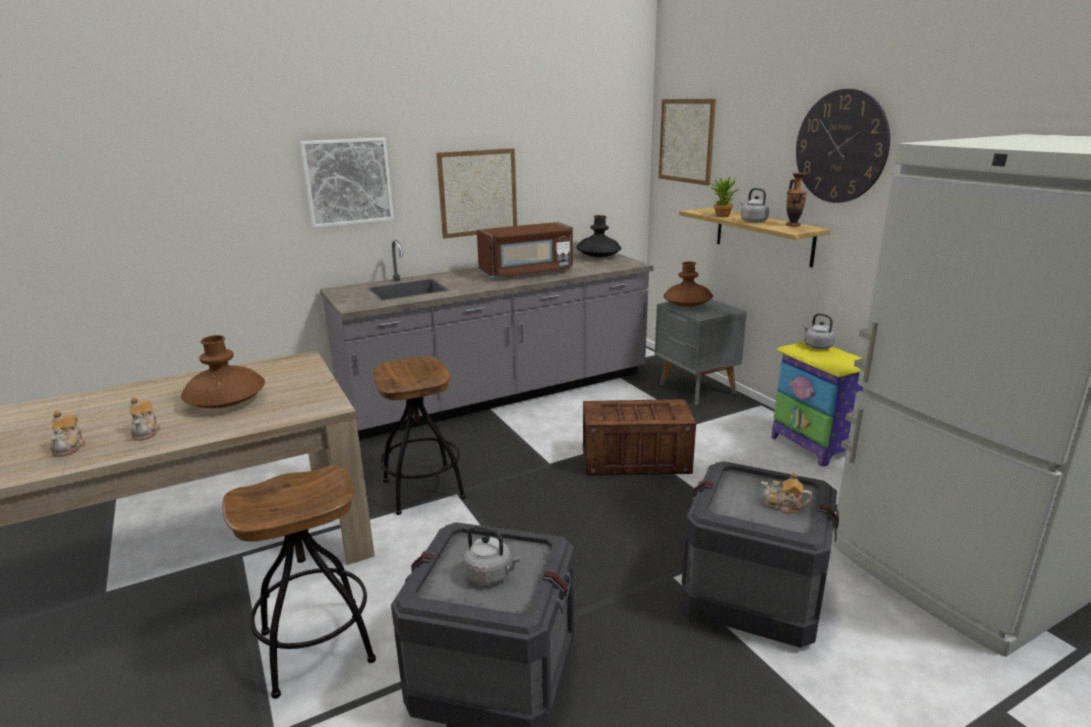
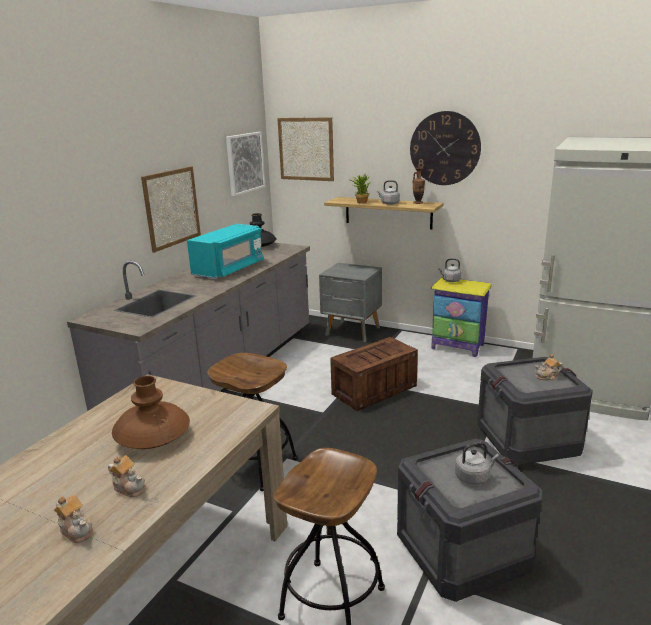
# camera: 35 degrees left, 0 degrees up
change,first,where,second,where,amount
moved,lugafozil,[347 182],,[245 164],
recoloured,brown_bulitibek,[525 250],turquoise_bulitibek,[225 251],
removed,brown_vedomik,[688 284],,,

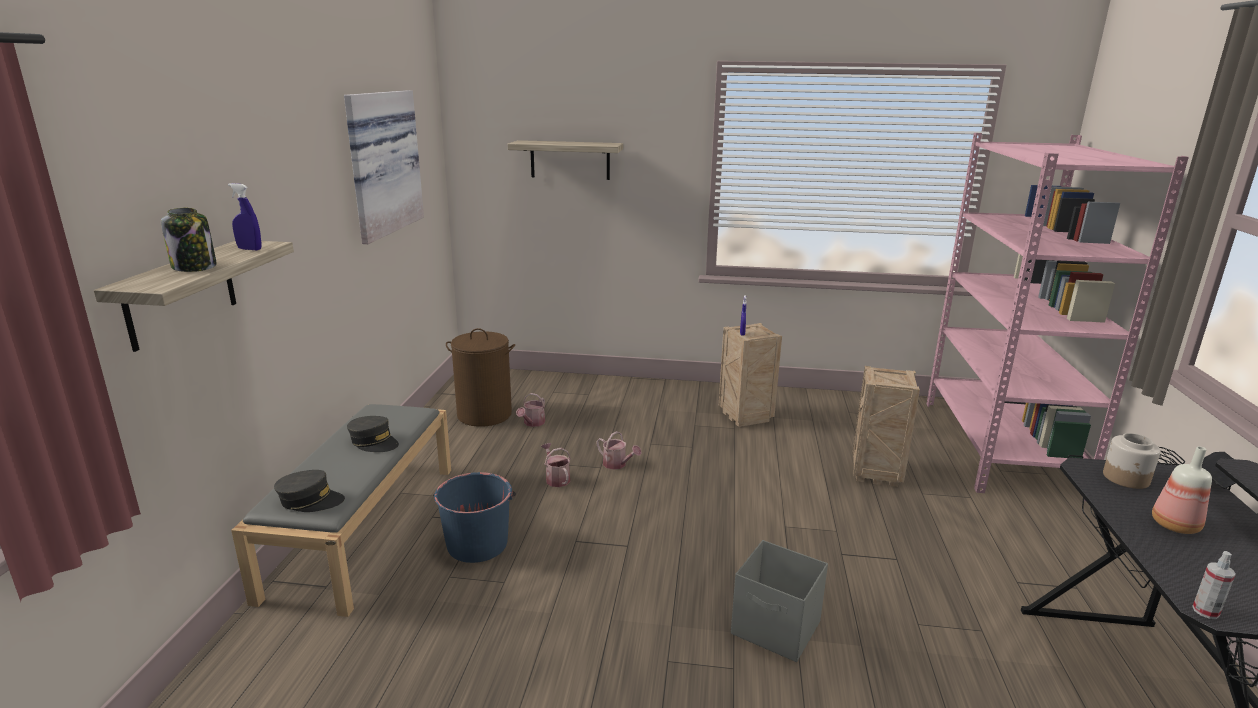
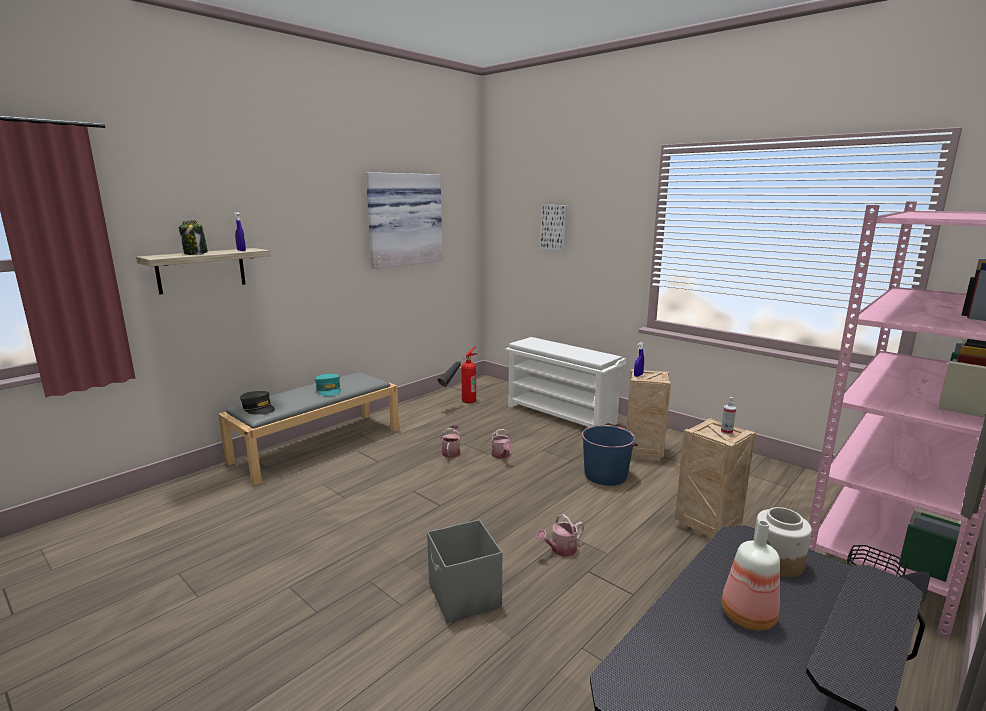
# camera: 35 degrees right, 5 degrees down
change,first,where,second,where,amount
replaced,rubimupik,[565 160],lugafozil,[554 228],
replaced,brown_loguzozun,[480 377],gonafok,[457 375],
moved,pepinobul,[530 410],,[560 535],
recoloured,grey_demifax,[373 434],turquoise_demifax,[328 385],
moved,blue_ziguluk,[474 517],,[609 455],
moved,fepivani,[1214 585],,[728 415],
added,,,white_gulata,[565 382],

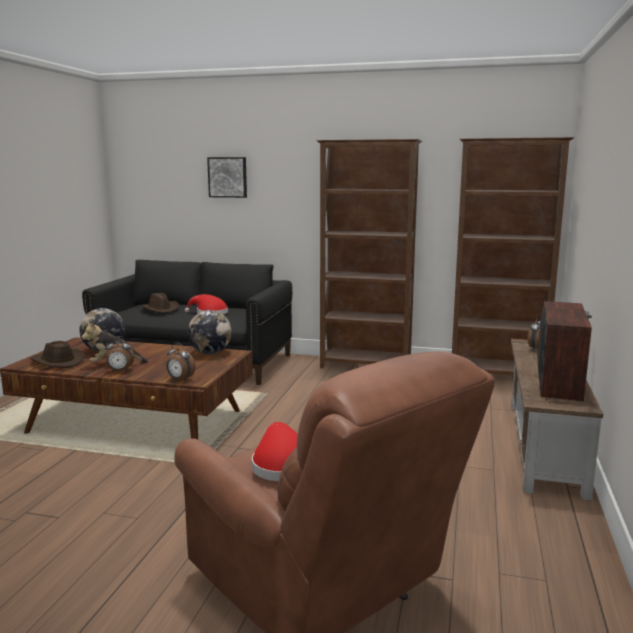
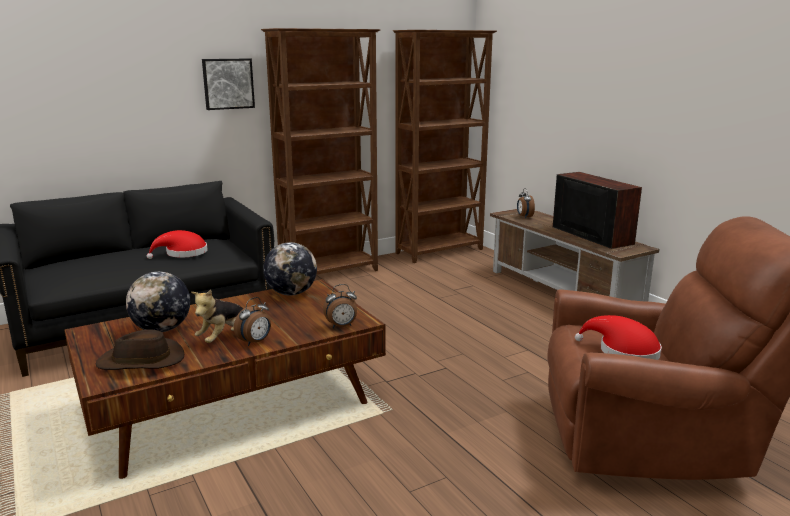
# camera: 45 degrees left, 5 degrees up
change,first,where,second,where,amount
moved,lugafozil,[227 177],,[228 84],
removed,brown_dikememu,[159 303],,,

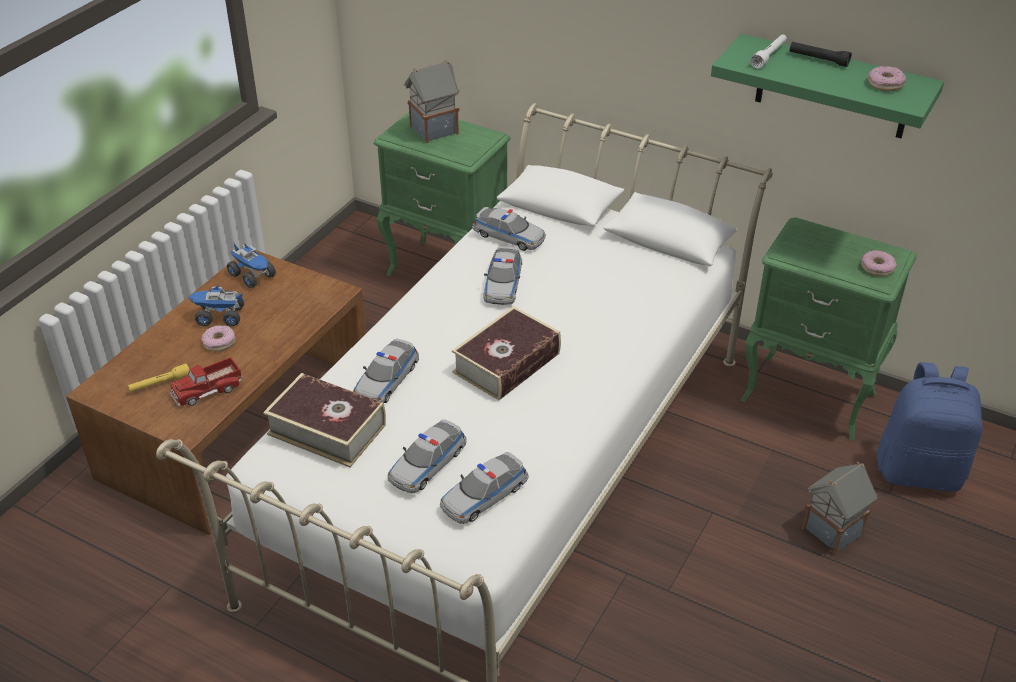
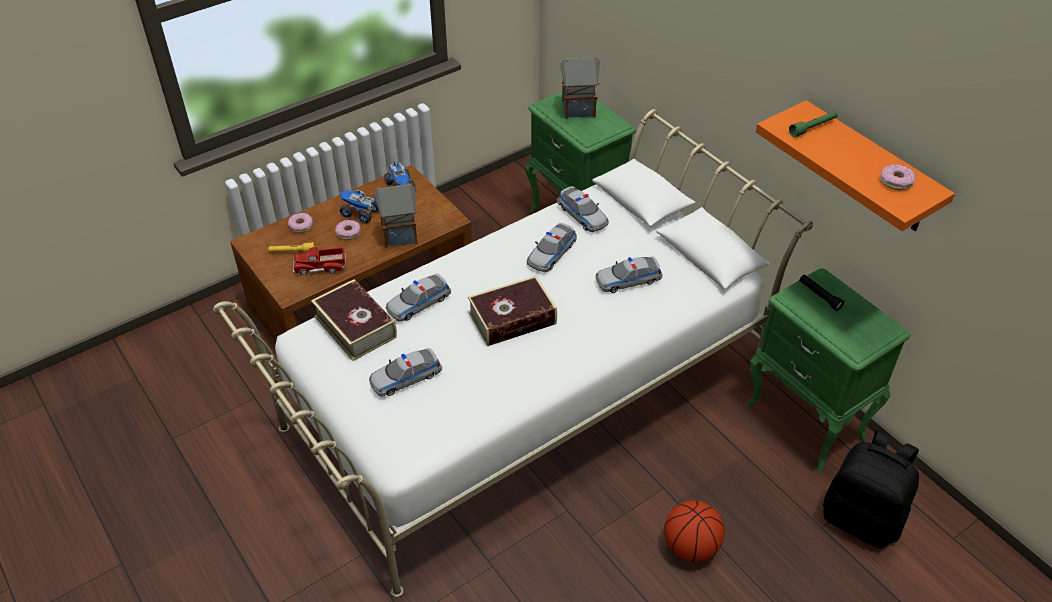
# camera: 25 degrees right, 5 degrees up
change,first,where,second,where,amount
recoloured,green_rubimupik,[827 86],orange_rubimupik,[855 165],
recoloured,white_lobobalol,[768 51],green_lobobalol,[813 124],
moved,black_lobobalol,[820 54],,[821 292],
moved,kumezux,[879 263],,[300 223],
recoloured,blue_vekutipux,[930 427],black_vekutipux,[871 489],
moved,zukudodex,[484 488],,[629 274],
moved,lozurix,[839 508],,[395 215],
added,,,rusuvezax,[694 531],

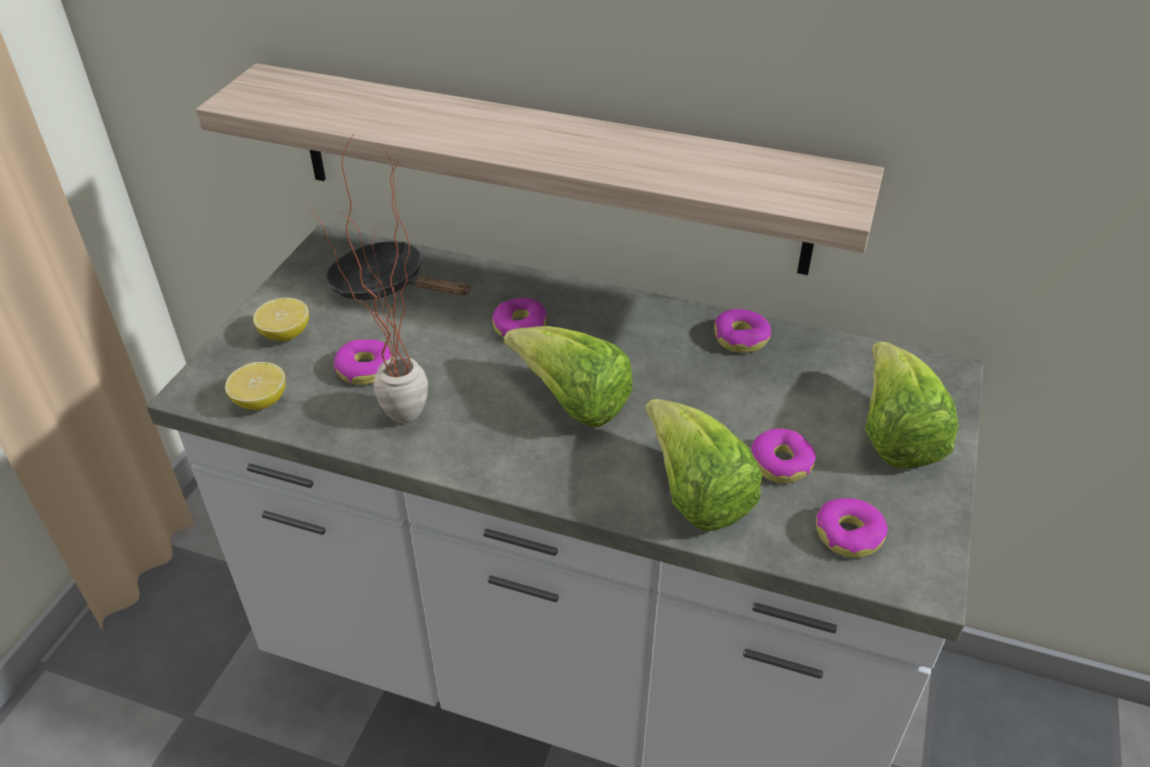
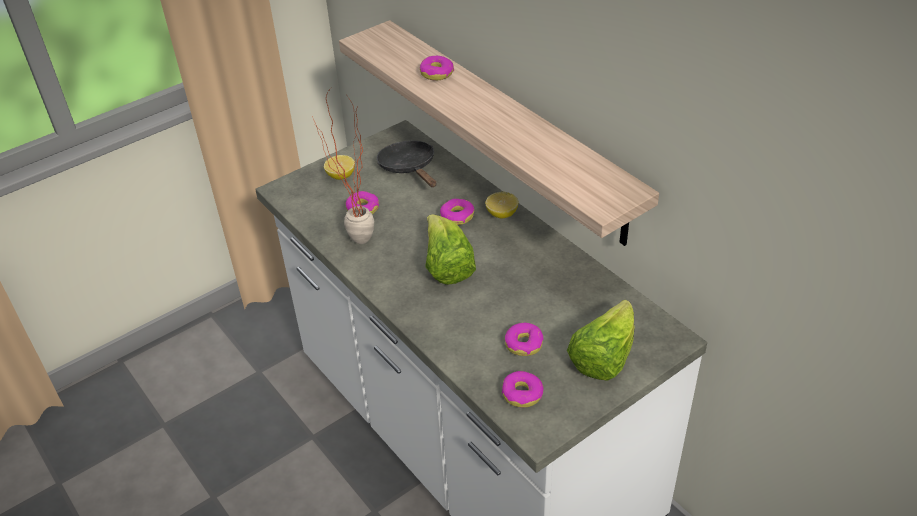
# camera: 35 degrees right, 0 degrees up
change,first,where,second,where,amount
moved,kumezux,[742 331],,[437 68],
moved,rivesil,[255 386],,[501 205],
removed,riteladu,[703 465],,,

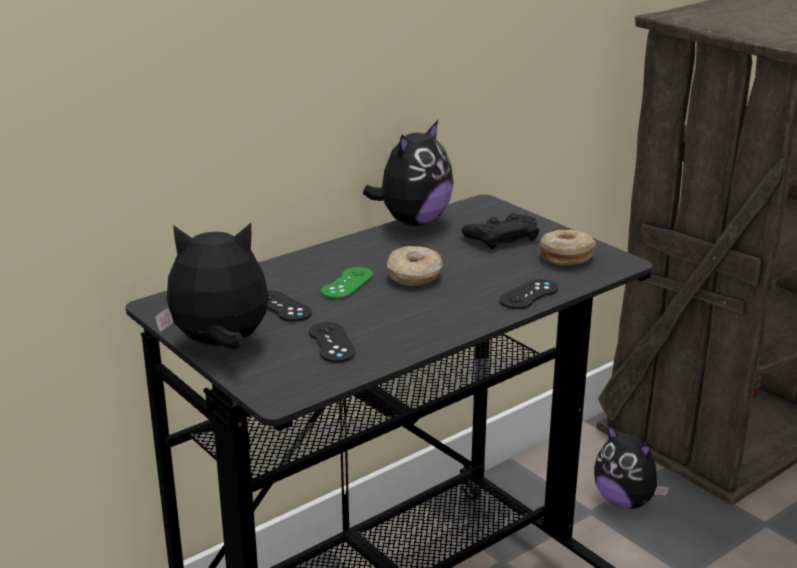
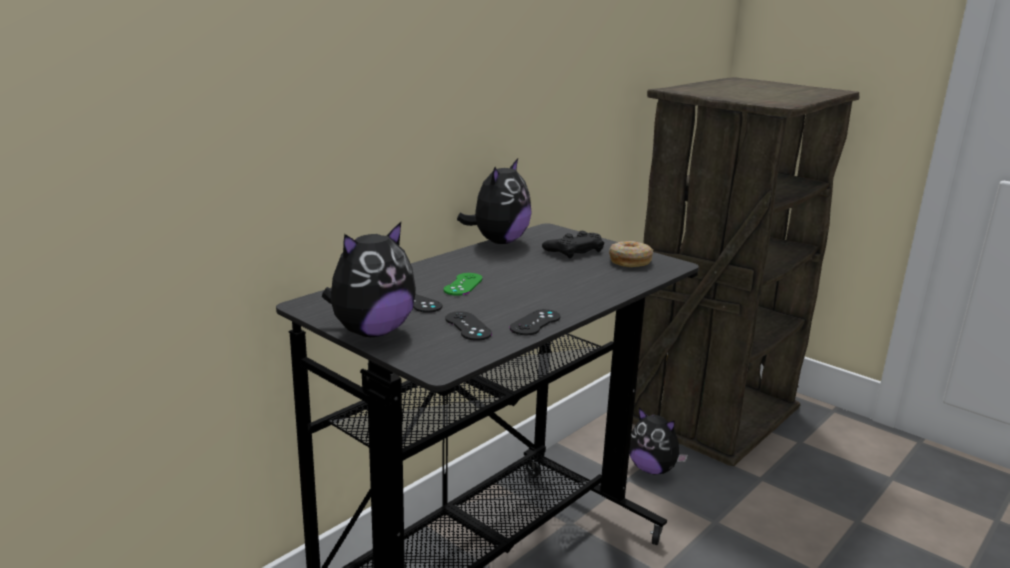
# camera: 10 degrees left, 5 degrees down
change,first,where,second,where,amount
turned,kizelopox,[212 286],,[369 279],150 degrees clockwise
removed,kumezux,[415 266],,,
moved,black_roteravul,[528 294],,[534 322],

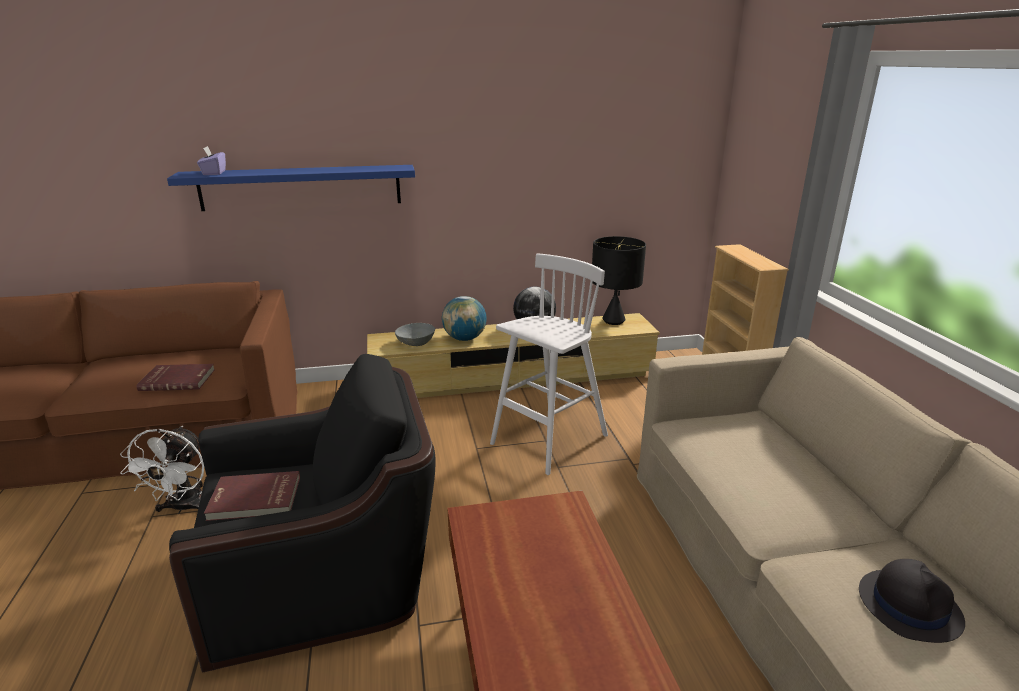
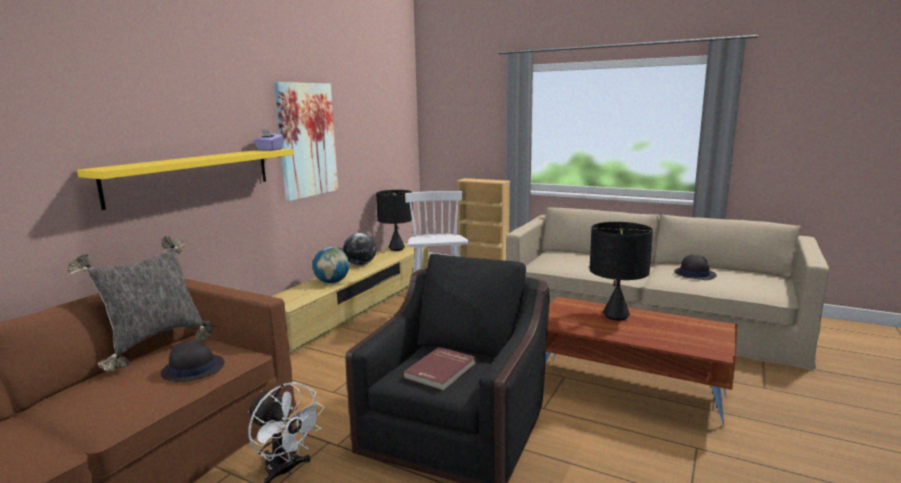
# camera: 50 degrees left, 10 degrees down
change,first,where,second,where,amount
moved,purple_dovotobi,[211 160],,[268 140],
recoloured,blue_rubimupik,[291 188],yellow_rubimupik,[185 179],
removed,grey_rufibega,[415 334],,,
replaced,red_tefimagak,[176 377],black_dikememu,[192 361],
added,,,lugafozil,[306 141],
added,,,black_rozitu,[621 271],
added,,,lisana,[141 304],

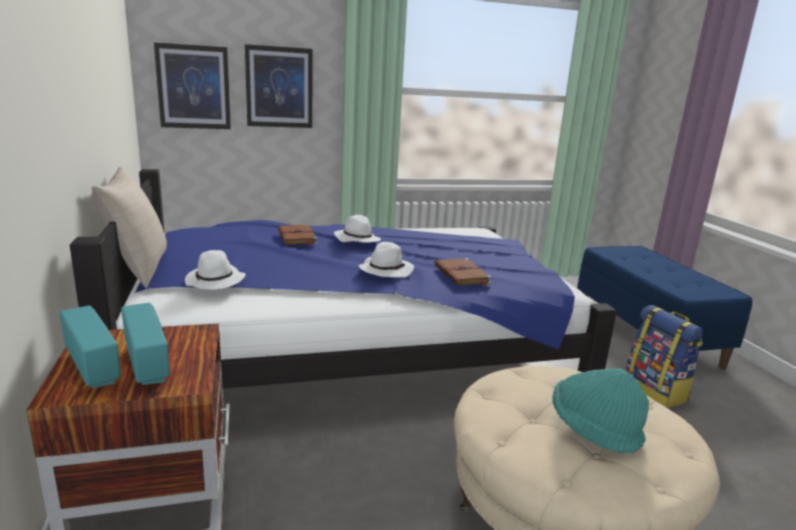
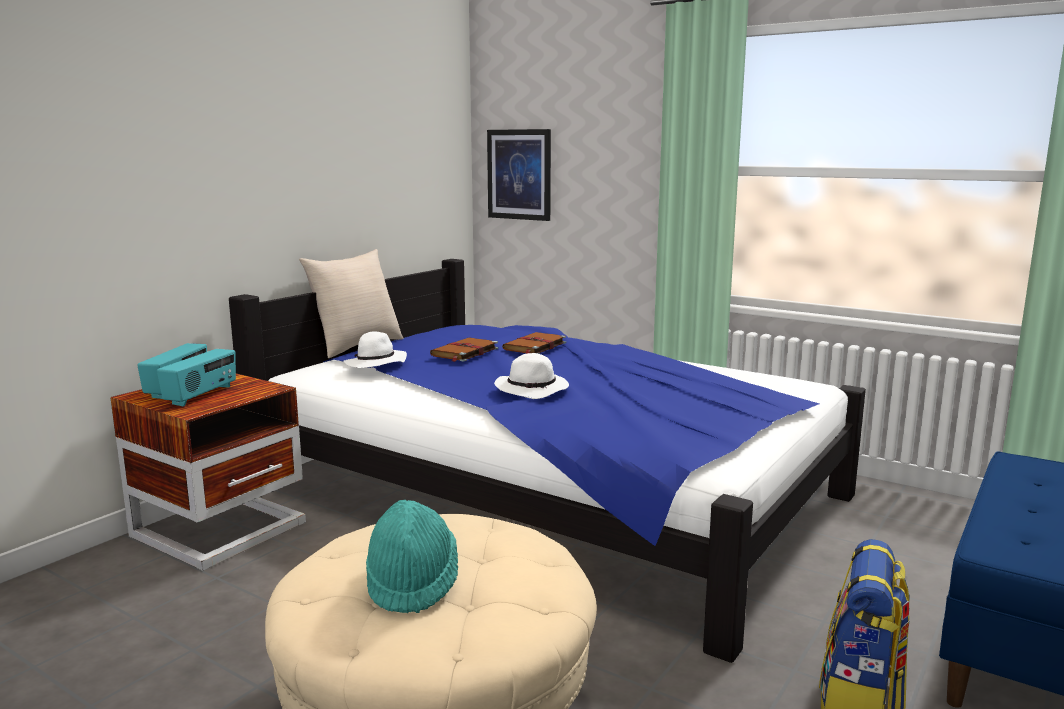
# camera: 50 degrees right, 5 degrees down
change,first,where,second,where,amount
removed,lugafozil,[279 86],,,
removed,white_dikememu,[357 229],,,
moved,brown_tefimagak,[463 272],,[464 349],

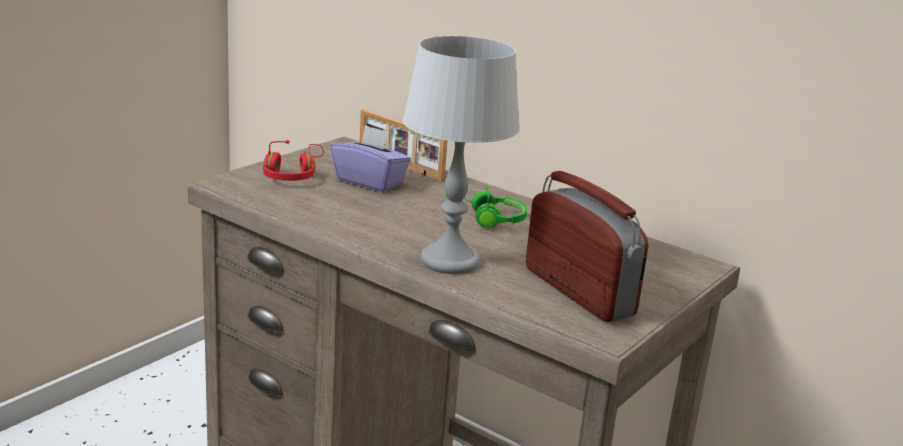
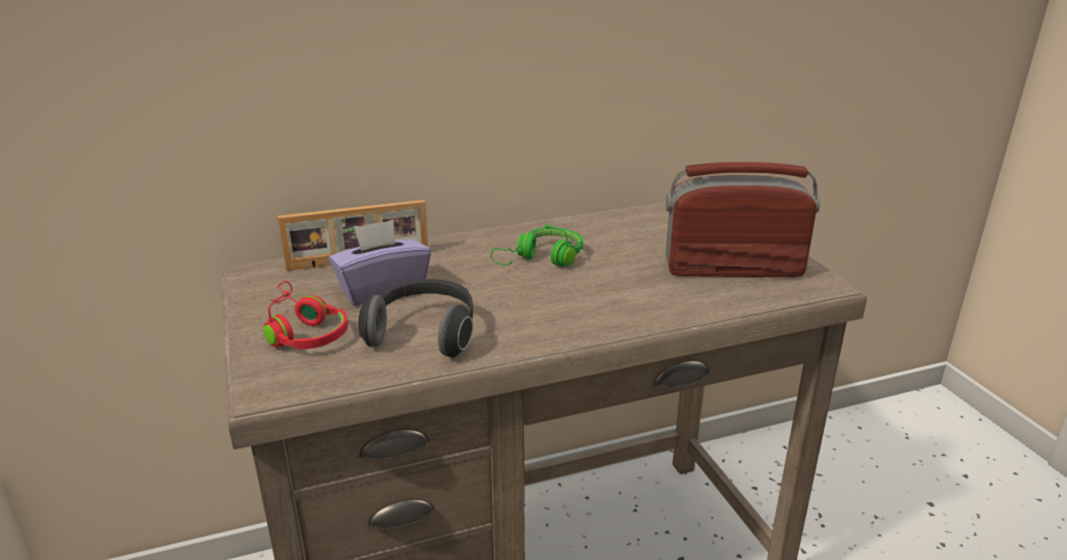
# camera: 55 degrees left, 5 degrees up
change,first,where,second,where,amount
removed,grey_rozitu,[461 155],,,
added,,,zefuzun,[415 318],

